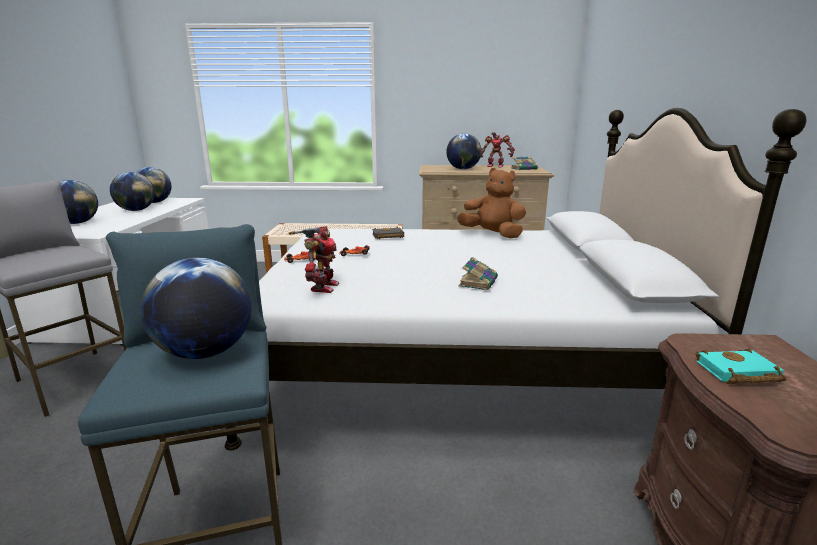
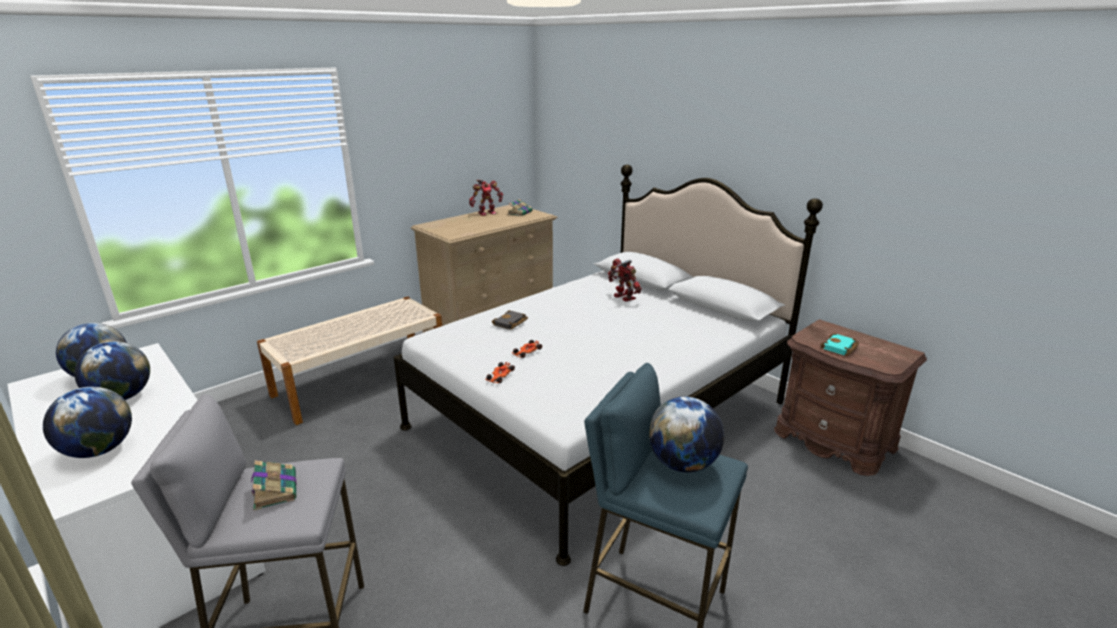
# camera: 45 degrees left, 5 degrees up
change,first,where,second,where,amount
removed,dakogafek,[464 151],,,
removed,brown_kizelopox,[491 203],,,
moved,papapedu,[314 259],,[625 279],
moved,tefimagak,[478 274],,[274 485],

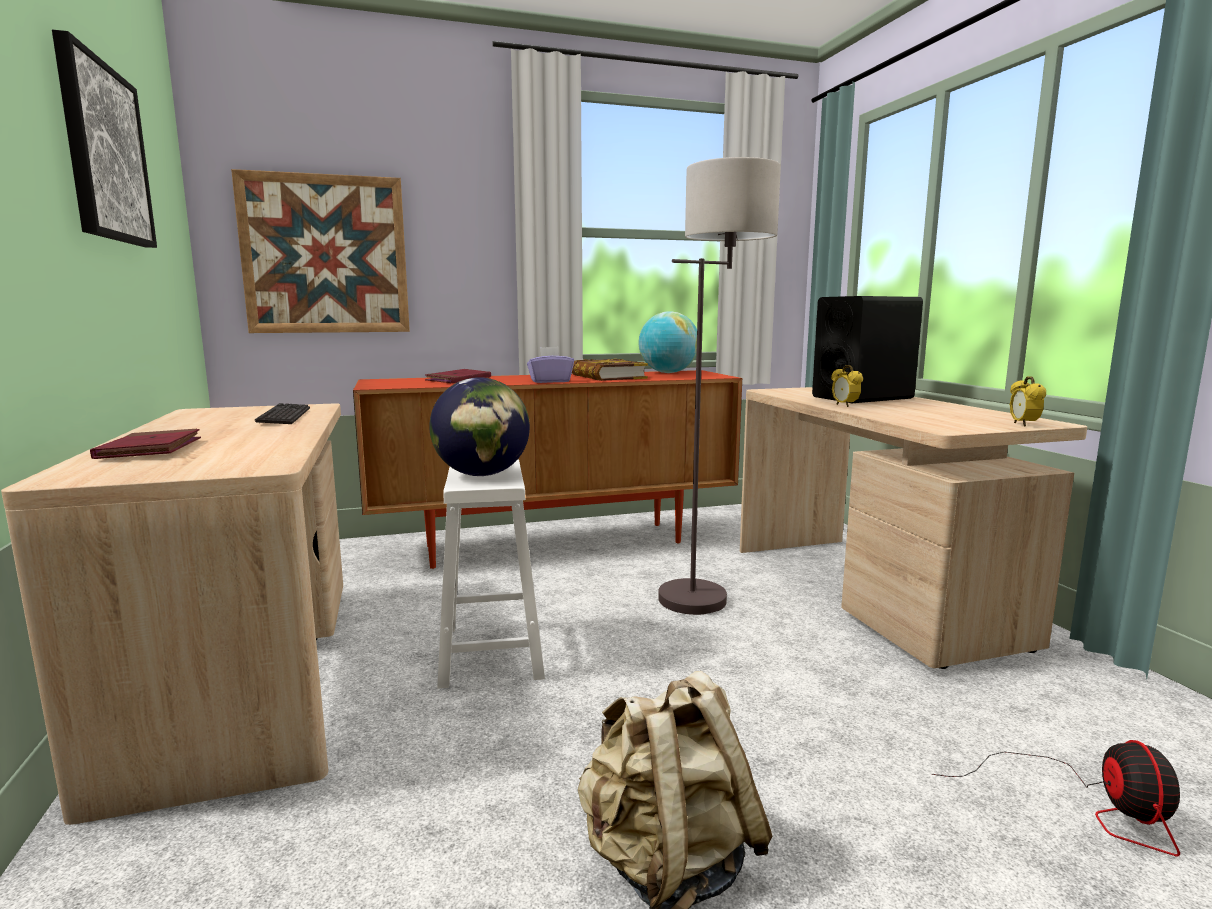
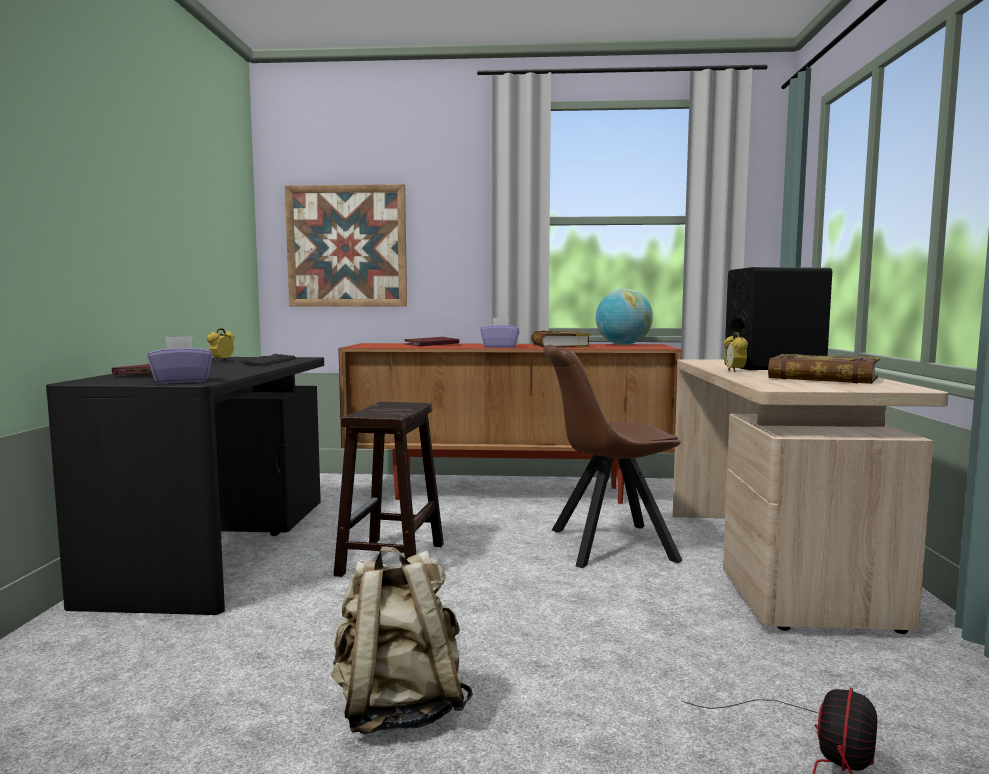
# camera: 20 degrees right, 5 degrees down
change,first,where,second,where,amount
removed,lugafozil,[104 139],,,
replaced,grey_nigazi,[719 386],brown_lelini,[613 456],
moved,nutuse,[1028 401],,[221 344],
removed,dakogafek,[479 426],,,
recoloured,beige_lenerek,[172 614],black_lenerek,[185 486],
recoloured,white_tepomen,[491 574],brown_tepomen,[389 489],
added,,,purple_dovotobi,[180 360],
added,,,tefimagak,[824 369],

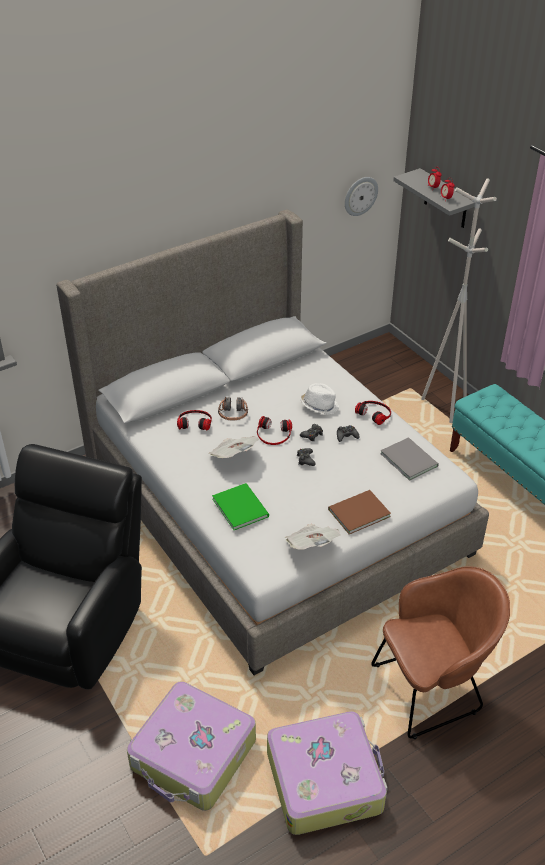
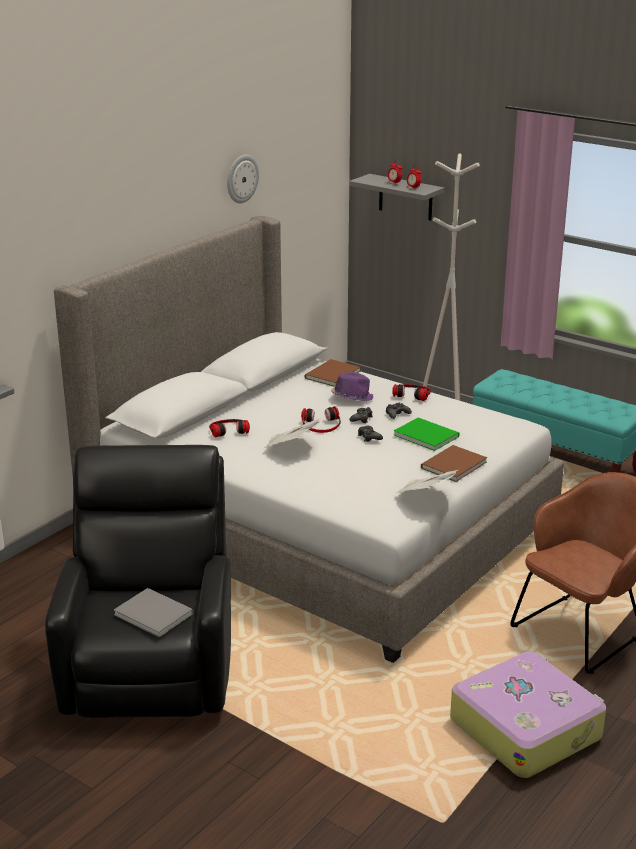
# camera: 20 degrees left, 15 degrees down
change,first,where,second,where,amount
moved,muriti,[361 196],,[243 179],
recoloured,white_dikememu,[319 399],purple_dikememu,[352 386],
removed,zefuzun,[233 408],,,
moved,grey_tefimagak,[409 459],,[154 613],
moved,green_tefimagak,[240 506],,[427 434],
removed,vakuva,[191 746],,,
added,,,brown_tefimagak,[332 373],

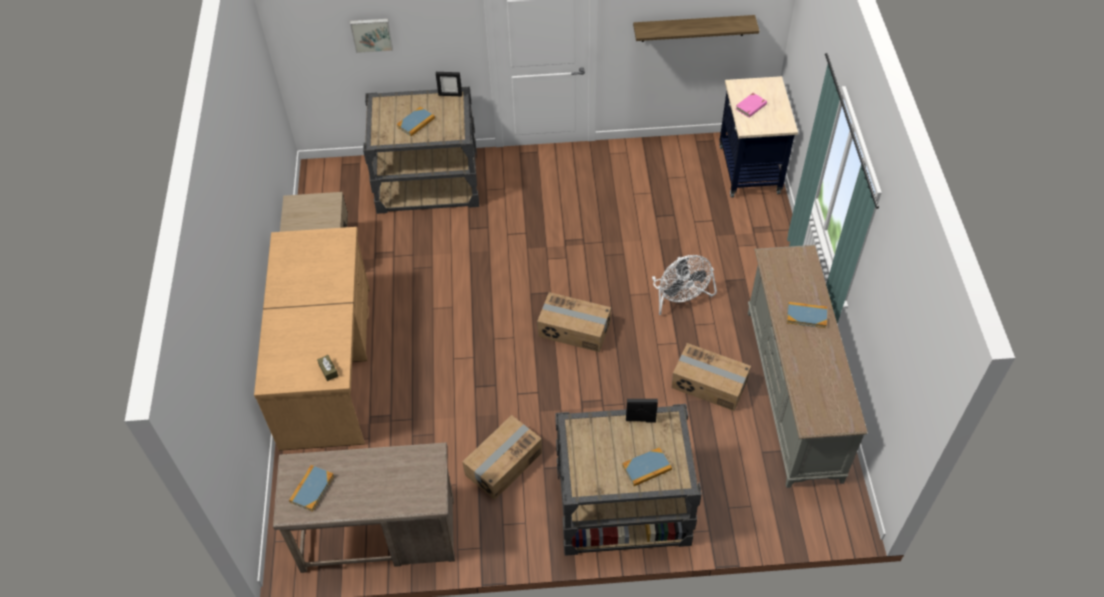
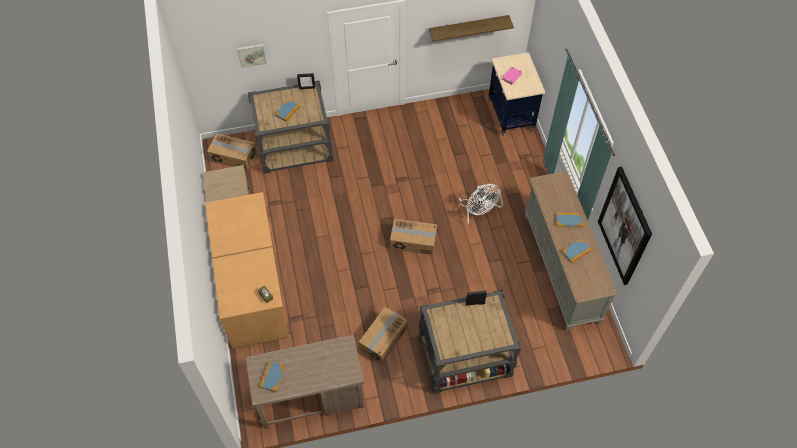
# camera: 10 degrees left, 5 degrees up
change,first,where,second,where,amount
moved,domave,[711 377],,[232 152],
moved,tefimagak,[647 466],,[577 250],
added,,,lugafozil,[625 226],

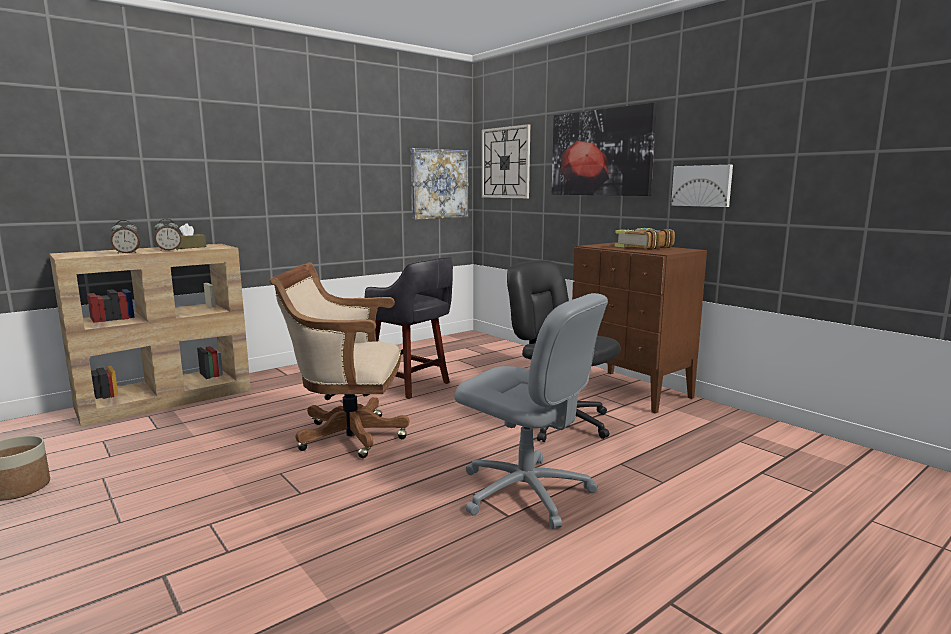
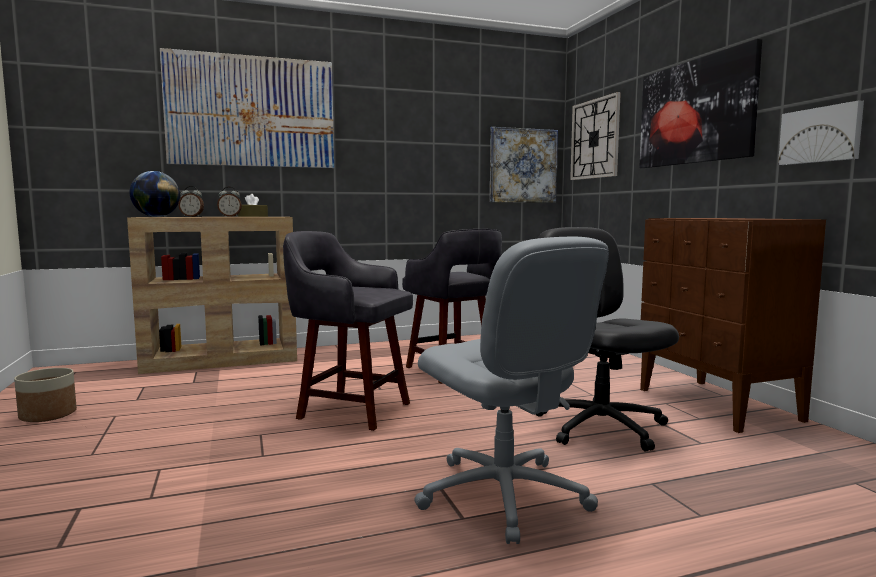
# camera: 20 degrees right, 5 degrees down
change,first,where,second,where,amount
removed,tefimagak,[645 239],,,
replaced,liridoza,[339 360],grey_tepomen,[348 331],
added,,,lugafozil,[247 108],
added,,,dakogafek,[155 194],

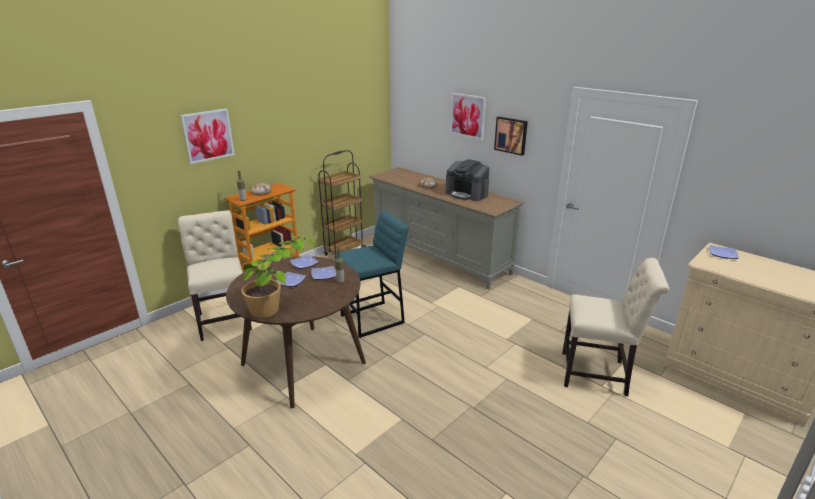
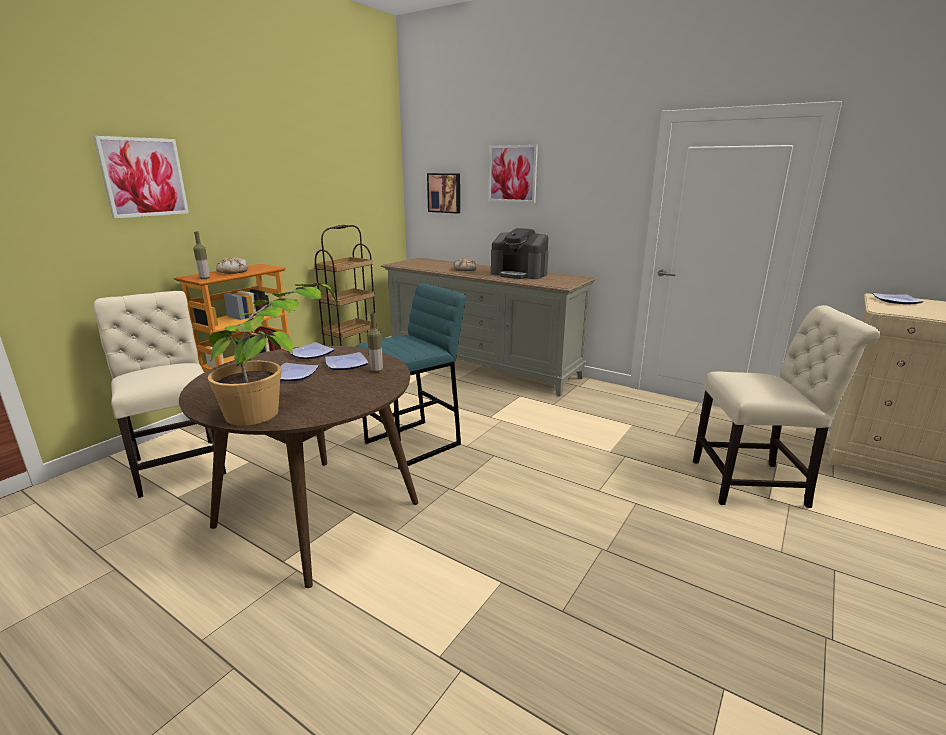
# camera: 10 degrees left, 5 degrees down
change,first,where,second,where,amount
moved,lugafozil,[511 136],,[443 193],

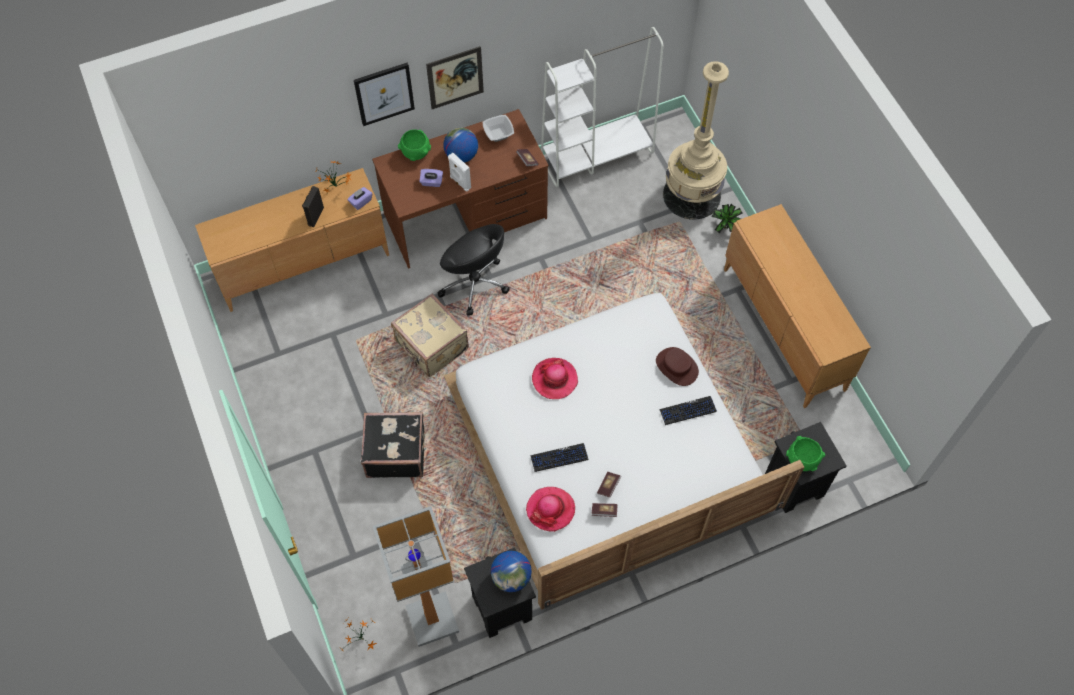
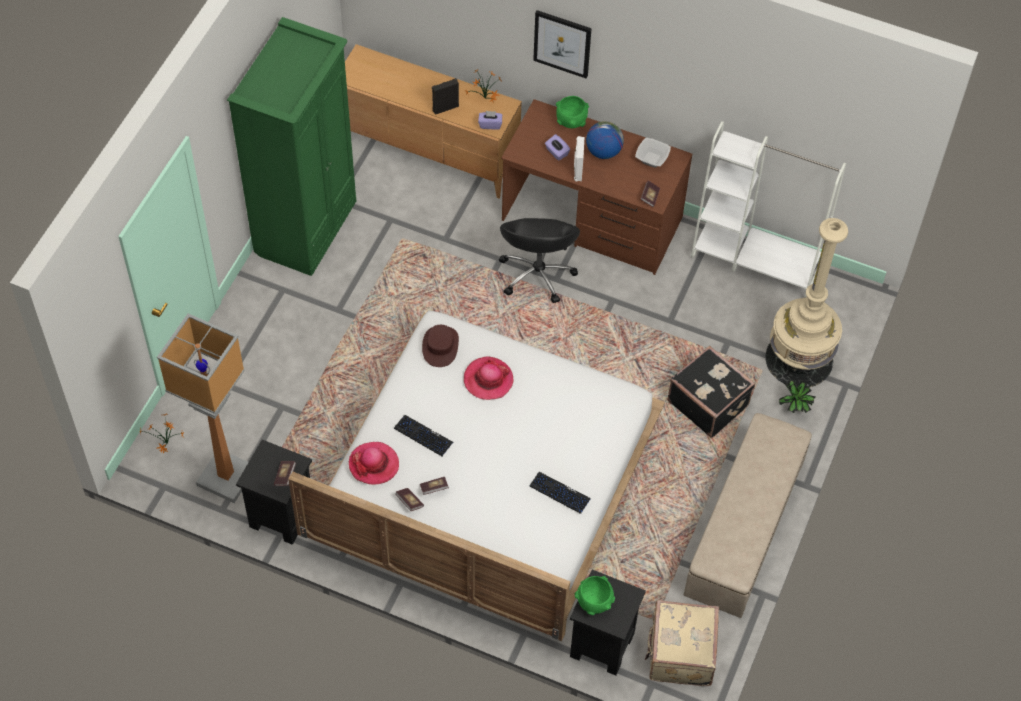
# camera: 45 degrees right, 5 degrees down
change,first,where,second,where,amount
removed,lugafozil,[455 77],,,
replaced,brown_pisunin,[797 306],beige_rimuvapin,[748 515],
moved,beige_vakuva,[430 335],,[682 643],
moved,brown_dikememu,[677 366],,[440 346],
moved,black_vakuva,[393 445],,[711 392],
replaced,dakogafek,[511 571],tefimagak,[285 473],
added,,,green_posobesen,[291 146],

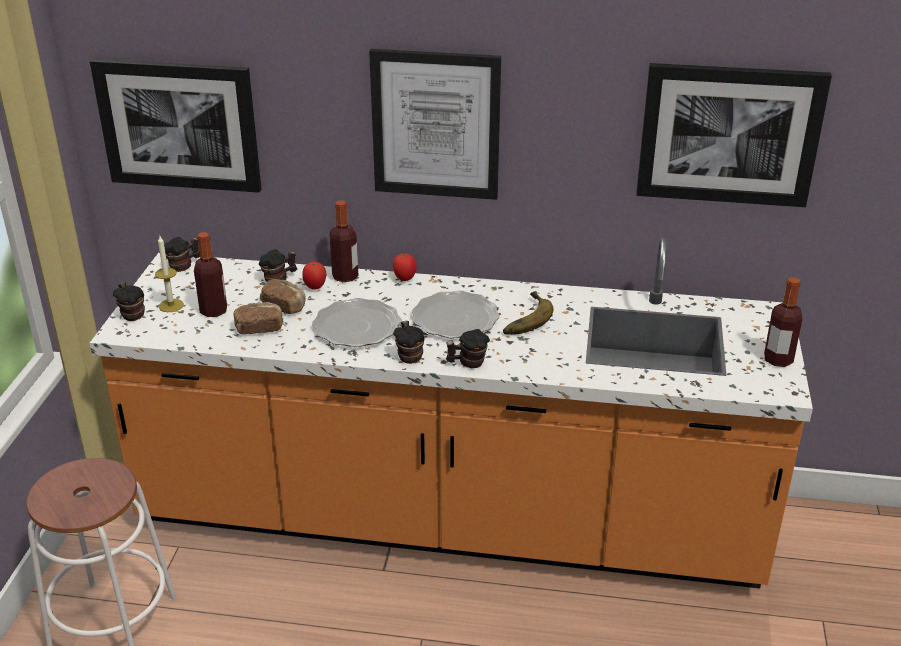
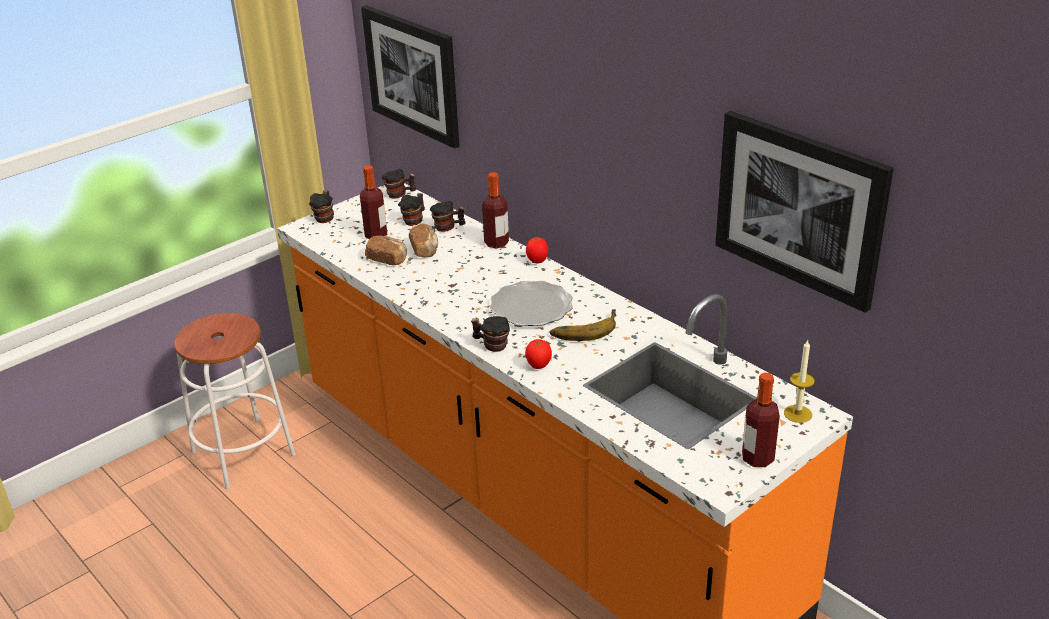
# camera: 40 degrees right, 0 degrees up
change,first,where,second,where,amount
removed,lugafozil,[435 124],,,
moved,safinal,[169 274],,[799 381],
moved,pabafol,[314 276],,[538 354],
removed,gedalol,[357 322],,,
moved,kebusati,[408 342],,[411 209],

